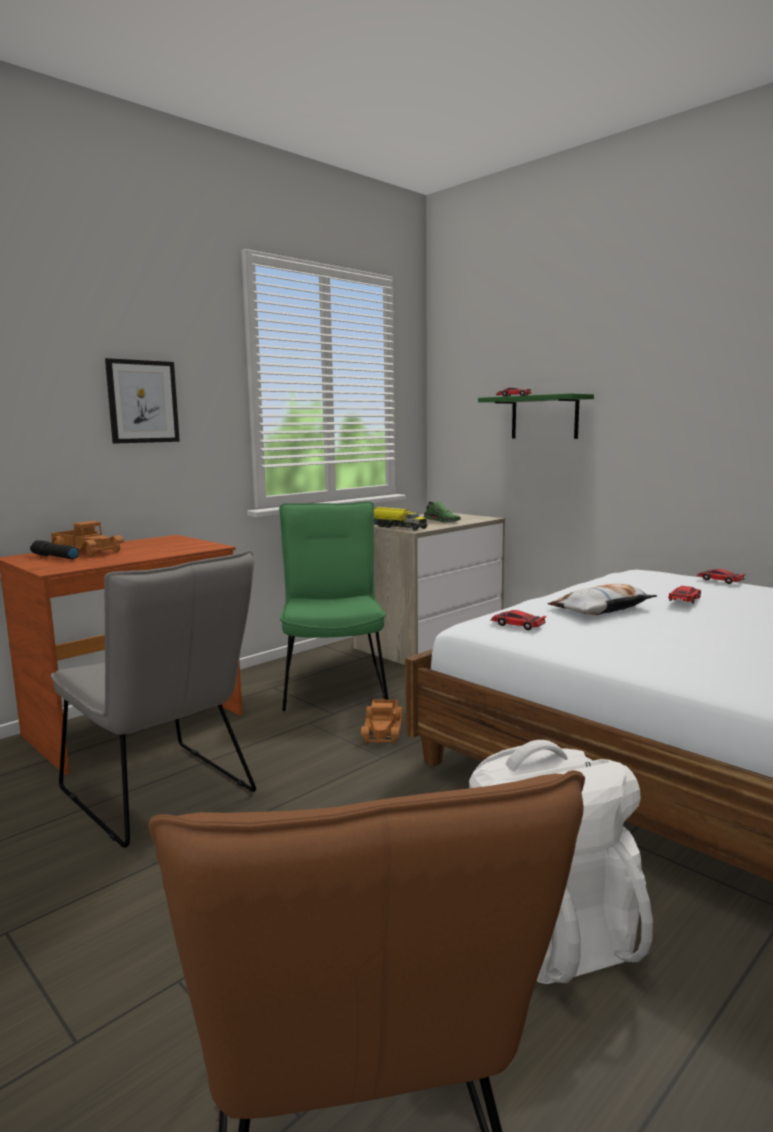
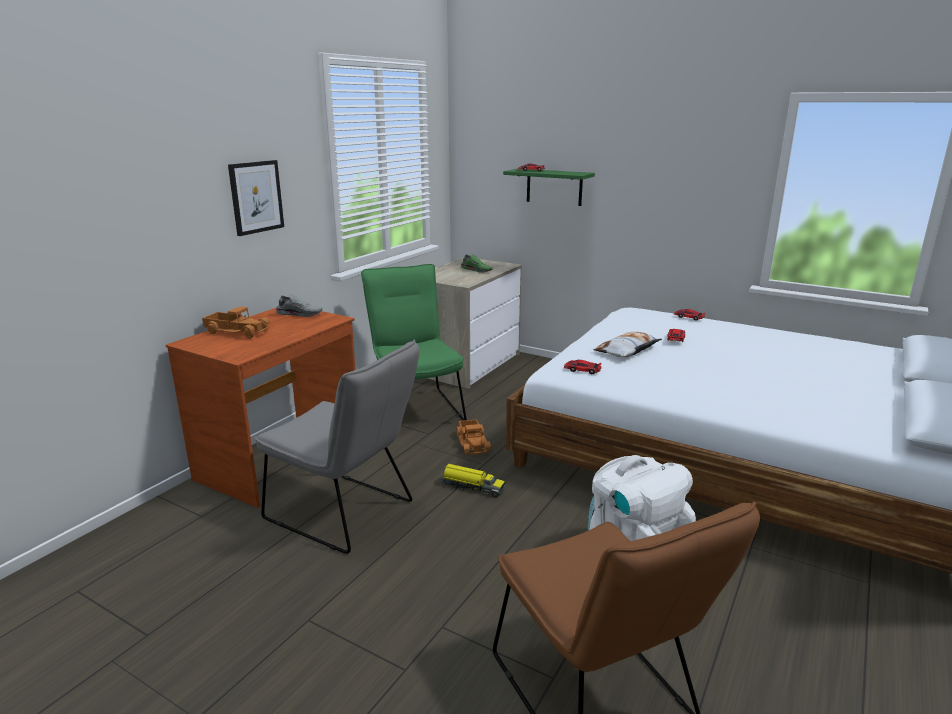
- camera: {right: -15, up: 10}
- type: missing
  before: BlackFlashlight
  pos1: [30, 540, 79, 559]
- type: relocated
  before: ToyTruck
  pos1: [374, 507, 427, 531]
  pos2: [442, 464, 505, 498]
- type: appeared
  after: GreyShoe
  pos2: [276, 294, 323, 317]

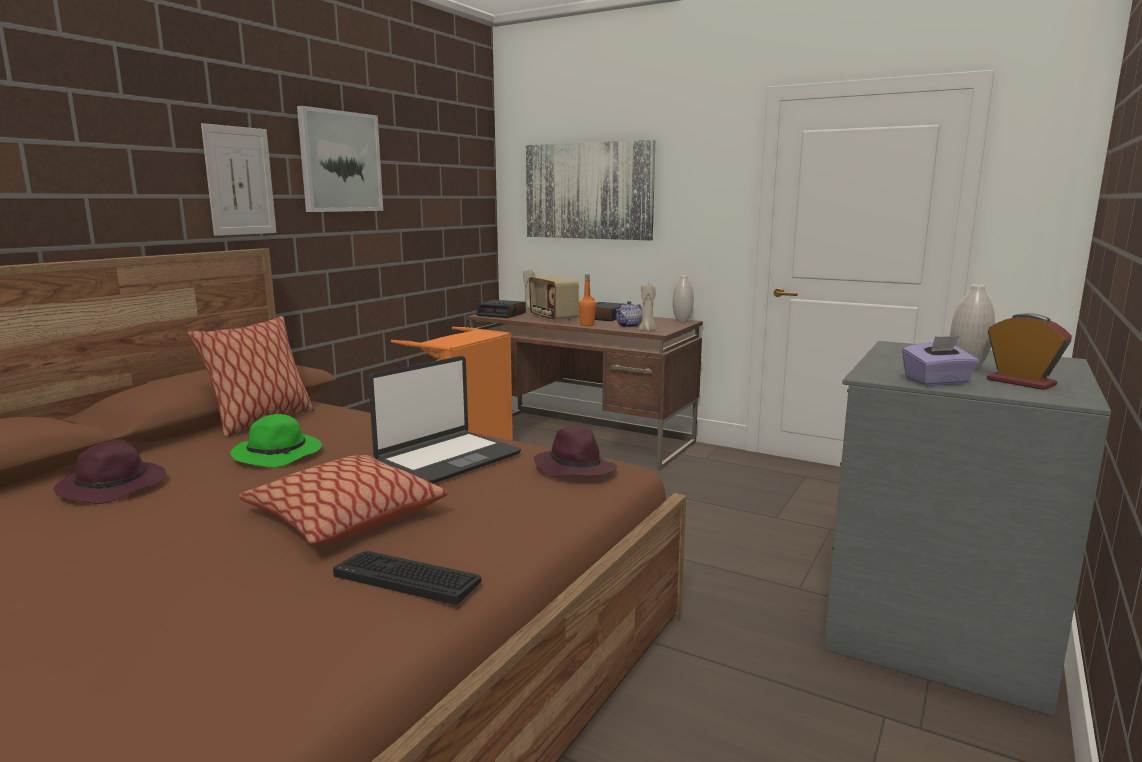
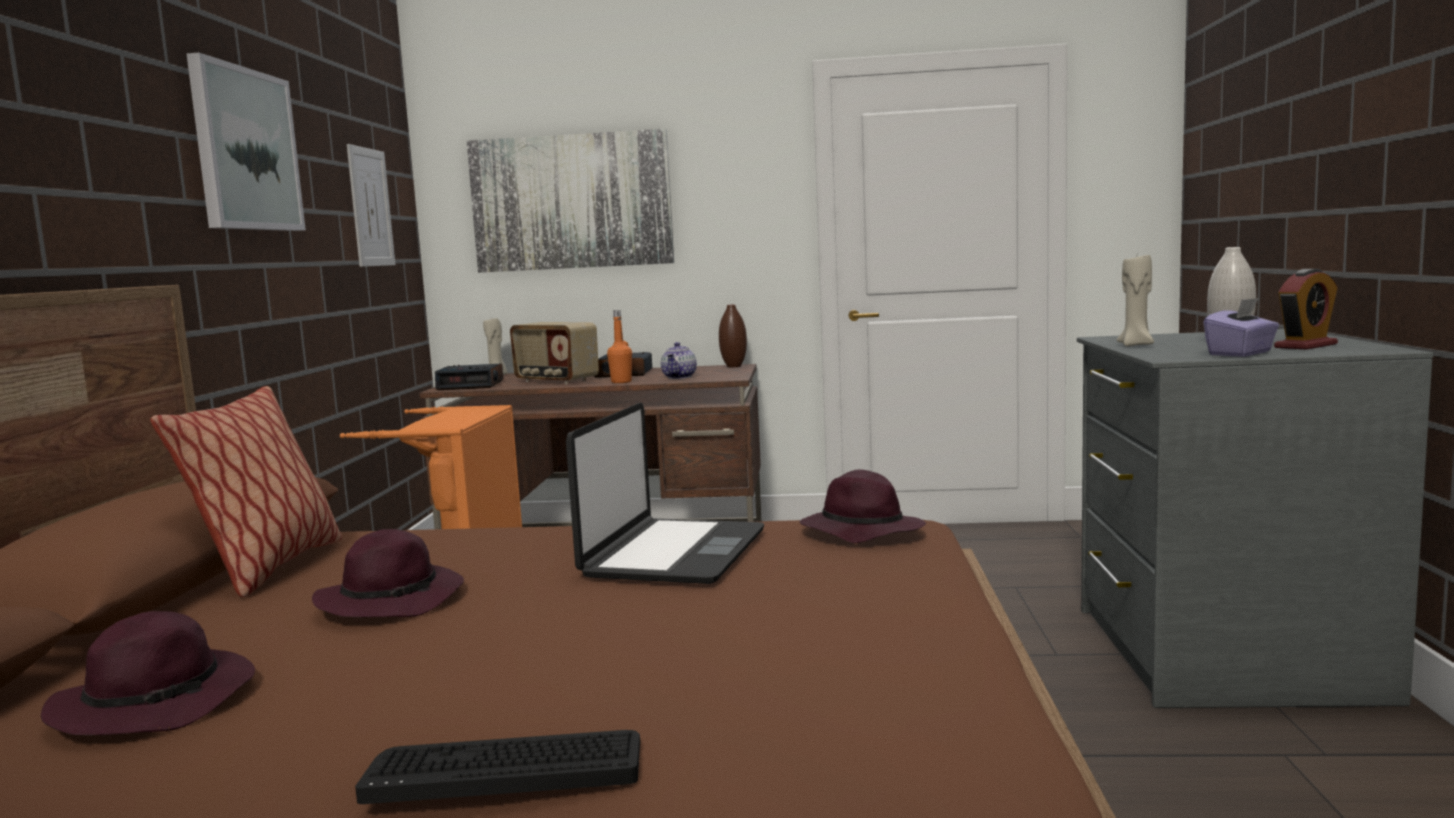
- camera: {right: -25, up: -5}
- type: relocated
  before: Picture
  pos1: [201, 123, 276, 236]
  pos2: [347, 144, 396, 267]
- type: colour
  before: GreenHat
  after: PurpleHat
  pos1: [230, 414, 322, 468]
  pos2: [312, 529, 464, 617]
- type: missing
  before: Pillow
  pos1: [239, 455, 448, 545]
- type: relocated
  before: Keyboard
  pos1: [333, 551, 481, 605]
  pos2: [355, 730, 640, 804]
- type: relocated
  before: BeigeCandle
  pos1: [639, 283, 656, 332]
  pos2: [1117, 255, 1154, 347]
- type: colour
  before: WhiteVase
  after: BrownVase
  pos1: [673, 275, 694, 322]
  pos2: [719, 304, 747, 367]
- type: spun
  before: AlarmClock
  pos1: [987, 313, 1072, 390]
  pos2: [1274, 269, 1338, 350]
  turn: 120

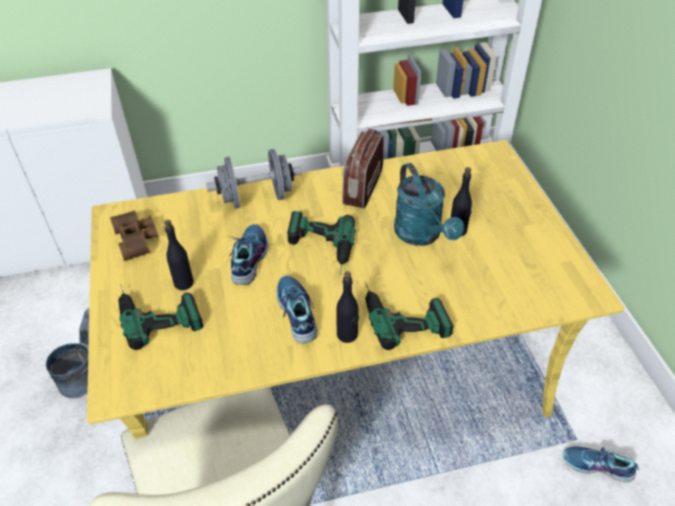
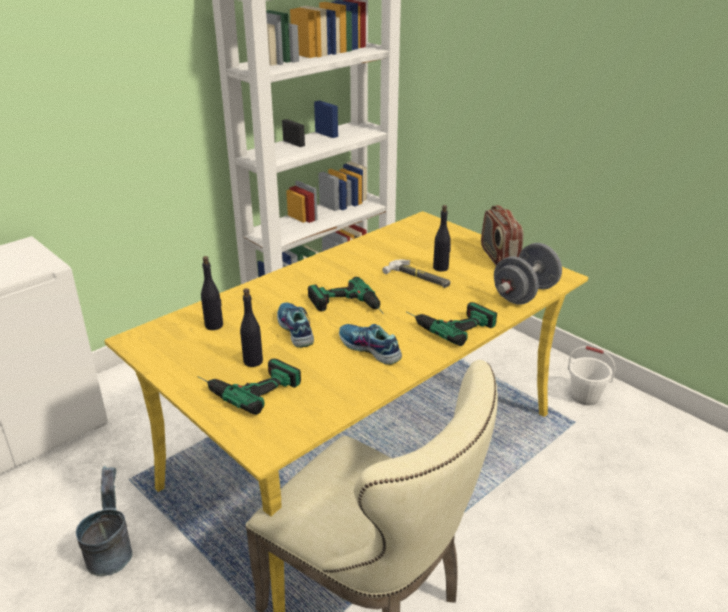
- camera: {right: -30, up: -15}
- type: missing
  before: BrownBinoculars
  pos1: [110, 210, 158, 261]
- type: relocated
  before: GreyDumbbell
  pos1: [206, 149, 302, 209]
  pos2: [494, 243, 562, 305]
- type: relocated
  before: BlackBottle
  pos1: [336, 271, 359, 343]
  pos2: [201, 256, 223, 330]
- type: relocated
  before: Radio
  pos1: [342, 129, 384, 208]
  pos2: [481, 205, 523, 265]
- type: exchanged
  before: TurquoiseWateringCan
  after: Hammer
  pos1: [394, 163, 464, 246]
  pos2: [382, 259, 450, 288]
- type: missing
  before: Shoe
  pos1: [563, 446, 639, 482]
- type: appeared
  after: WhiteBucket
  pos2: [568, 346, 615, 405]

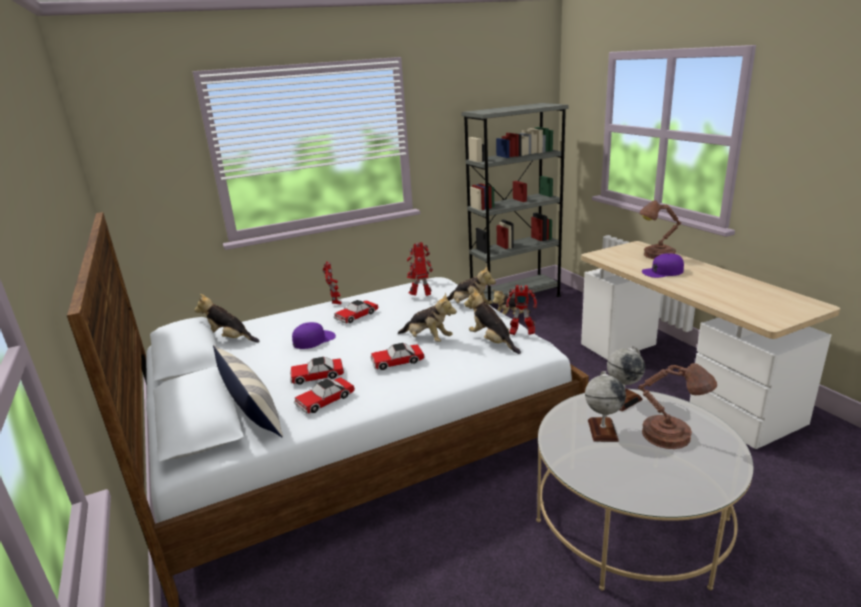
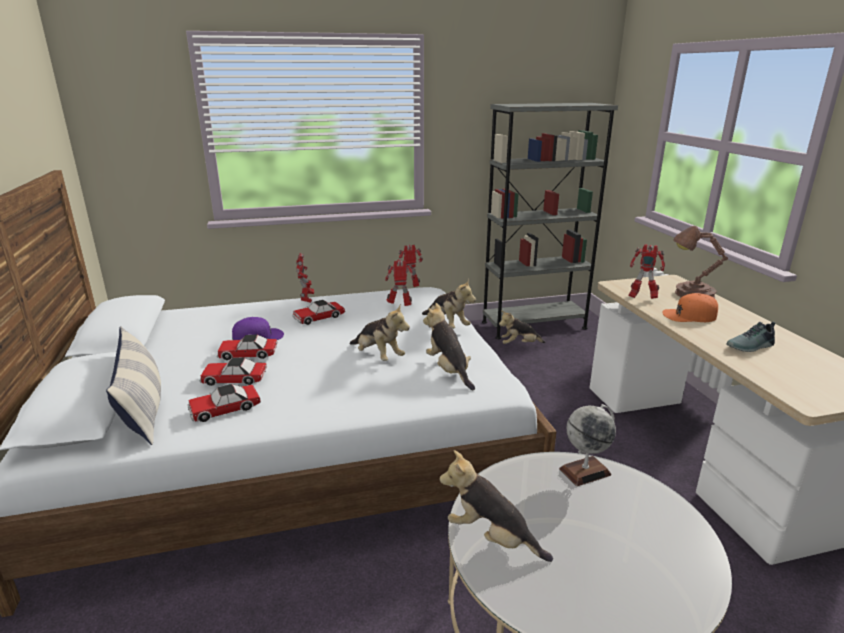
- camera: {right: 10, up: 0}
- type: relocated
  before: PlushToy
  pos1: [194, 294, 260, 342]
  pos2: [439, 450, 553, 562]
- type: relocated
  before: ToyCar
  pos1: [370, 343, 424, 370]
  pos2: [217, 335, 278, 360]
- type: relocated
  before: ToyRobot
  pos1: [506, 285, 537, 335]
  pos2: [628, 244, 665, 299]
- type: missing
  before: Globe
  pos1: [585, 371, 626, 442]
- type: missing
  before: BrownTableLamp
  pos1: [638, 363, 717, 449]
- type: colour
  before: PurpleCap
  after: OrangeCap
  pos1: [642, 253, 684, 278]
  pos2: [662, 293, 718, 322]
- type: appeared
  after: Shoe
  pos2: [726, 322, 775, 352]

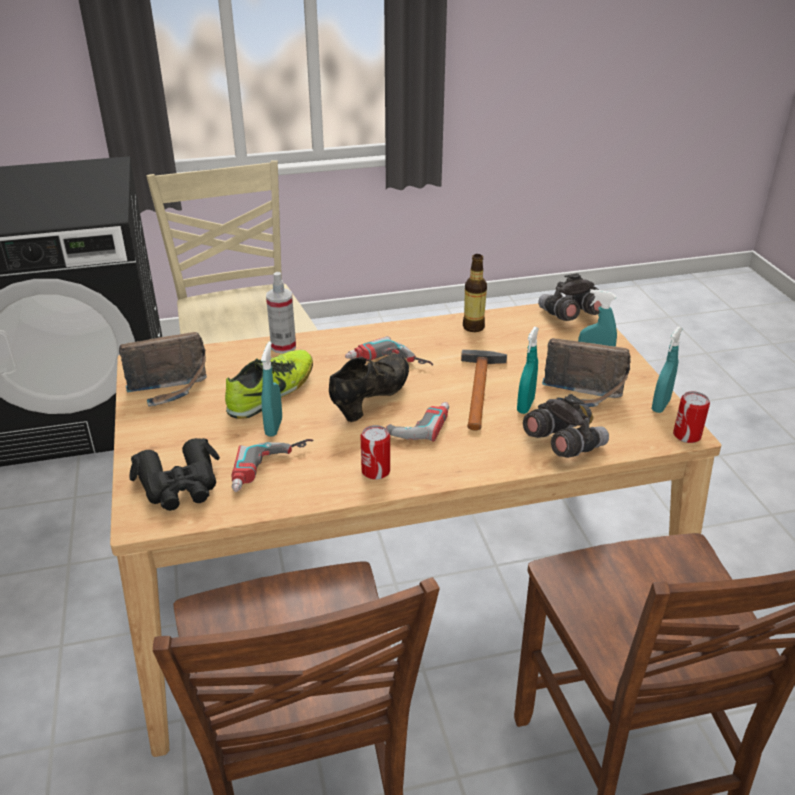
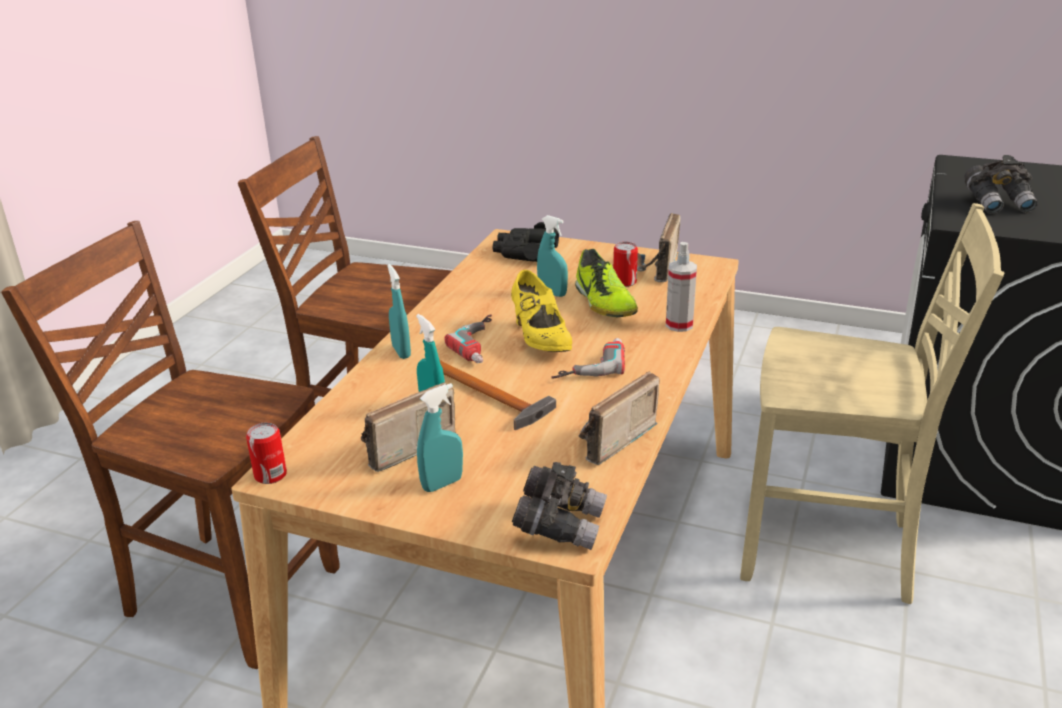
- camera: {right: 125, up: -5}
- type: missing
  before: PowerDrill
  pos1: [231, 439, 313, 492]
- type: colour
  before: BlackShoe
  after: YellowShoe
  pos1: [329, 354, 409, 422]
  pos2: [511, 270, 572, 352]
- type: relocated
  before: Can
  pos1: [361, 425, 390, 480]
  pos2: [613, 242, 638, 287]
- type: exchanged
  before: Bottle
  after: Radio
  pos1: [463, 254, 487, 332]
  pos2: [579, 372, 660, 465]
- type: relocated
  before: GreyBinoculars
  pos1: [523, 394, 609, 458]
  pos2: [964, 155, 1038, 214]
- type: relocated
  before: TurquoiseSprayBottle
  pos1: [652, 327, 682, 413]
  pos2: [387, 264, 411, 359]

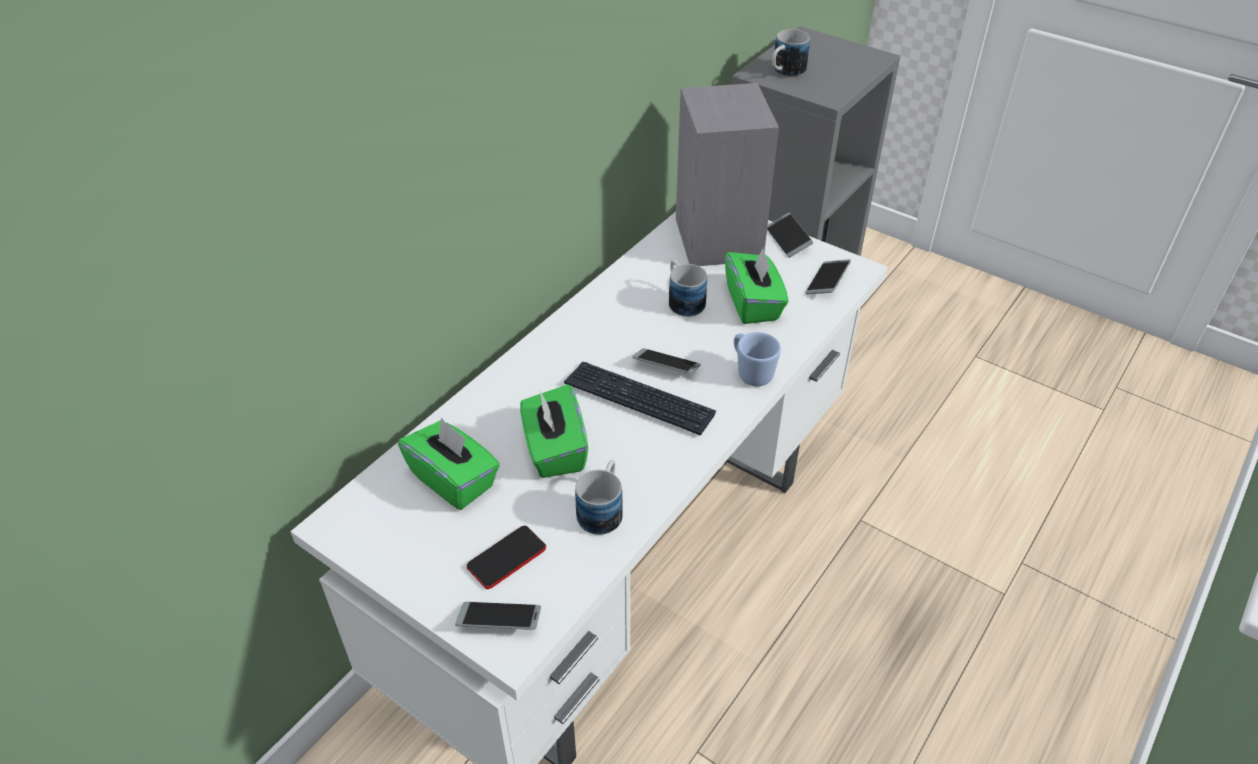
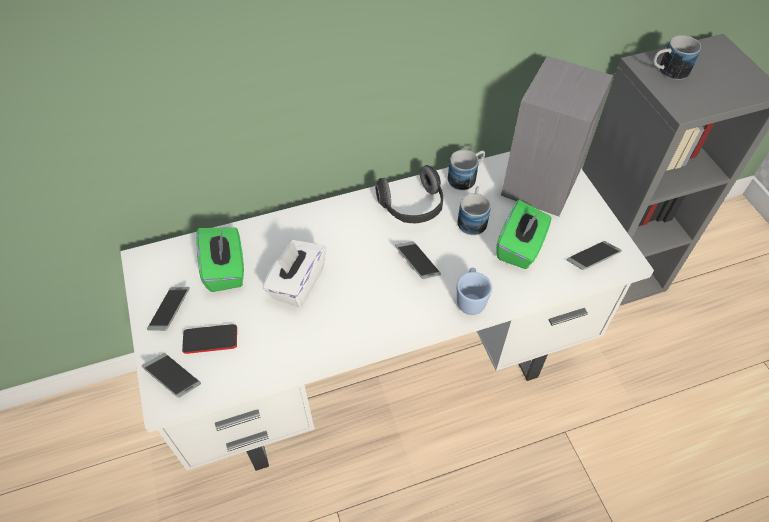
- camera: {right: 35, up: 10}
- type: colour
  before: GreenTissueBox
  after: WhiteTissueBox
  pos1: [520, 384, 588, 478]
  pos2: [262, 240, 326, 308]
- type: missing
  before: Keyboard
  pos1: [564, 361, 716, 435]
- type: relocated
  before: Mug
  pos1: [575, 460, 623, 535]
  pos2: [448, 150, 485, 190]
- type: relocated
  before: Phone
  pos1: [767, 213, 813, 258]
  pos2: [147, 287, 190, 331]
- type: appeared
  after: Headphones
  pos2: [375, 165, 443, 223]

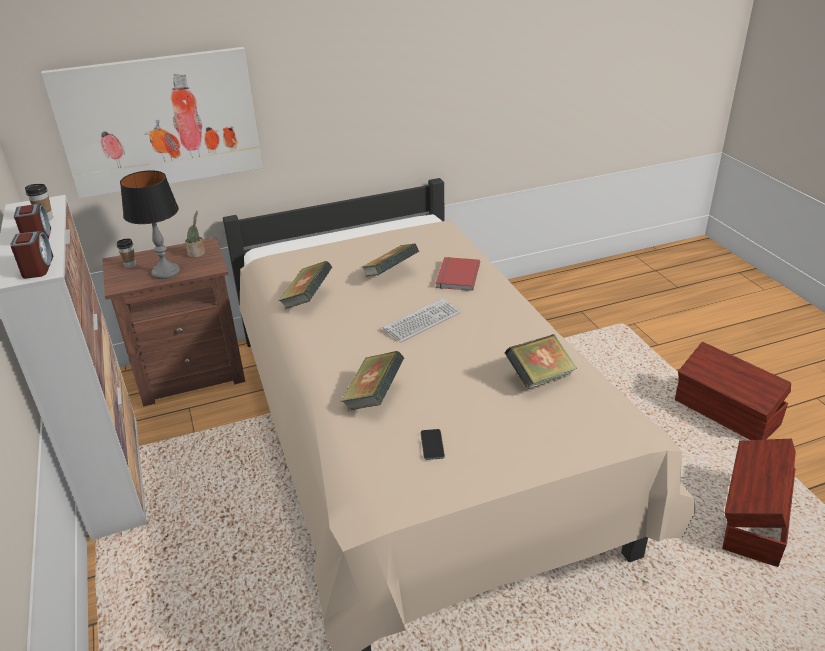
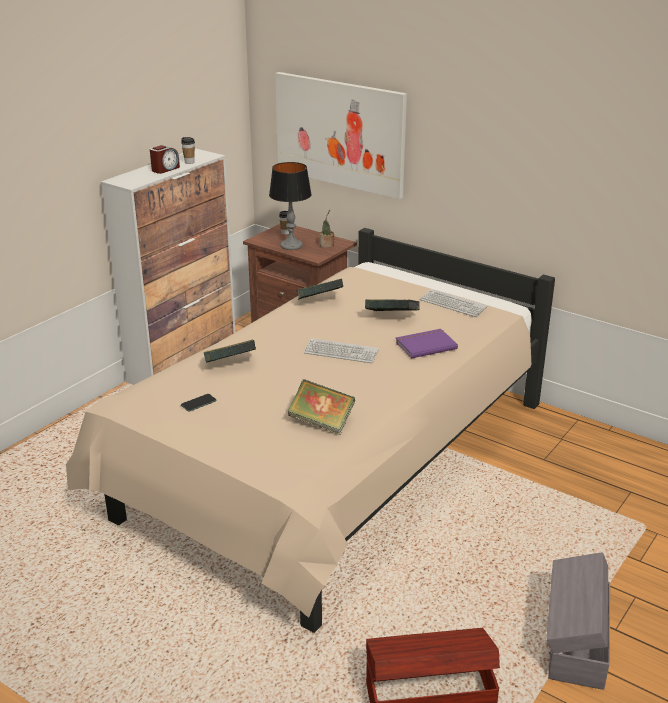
- camera: {right: 55, up: -5}
- type: missing
  before: AlarmClock
  pos1: [10, 231, 54, 279]
- type: colour
  before: RedBook
  after: PurpleBook
  pos1: [435, 257, 480, 291]
  pos2: [395, 329, 458, 359]
- type: colour
  before: BrownStorageBox
  after: GreyStorageBox
  pos1: [675, 342, 791, 440]
  pos2: [546, 552, 610, 690]
- type: appeared
  after: Keyboard
  pos2: [420, 289, 487, 317]

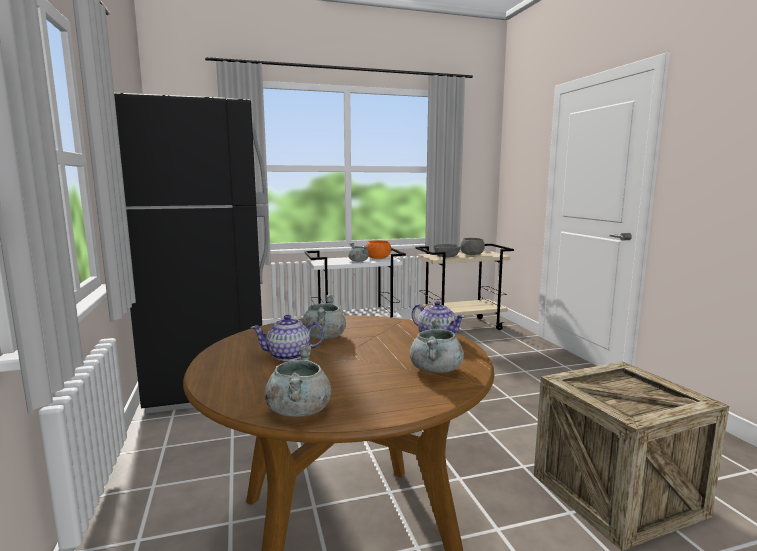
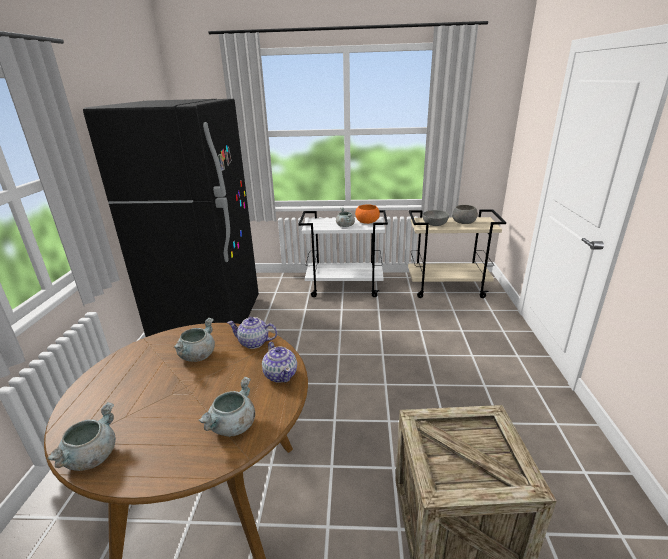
- camera: {right: 20, up: 15}
- type: relocated
  before: Teapot
  pos1: [250, 315, 324, 361]
  pos2: [227, 317, 277, 349]

